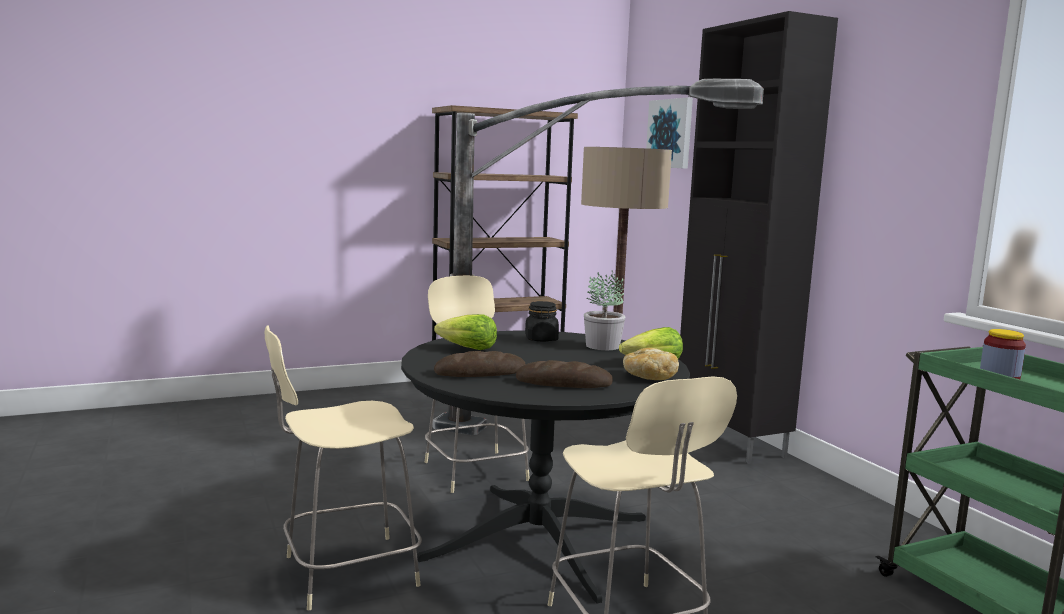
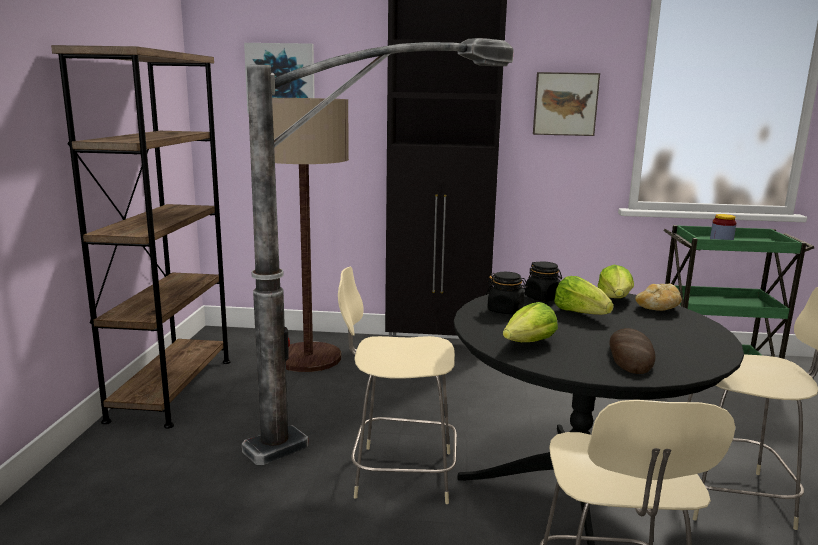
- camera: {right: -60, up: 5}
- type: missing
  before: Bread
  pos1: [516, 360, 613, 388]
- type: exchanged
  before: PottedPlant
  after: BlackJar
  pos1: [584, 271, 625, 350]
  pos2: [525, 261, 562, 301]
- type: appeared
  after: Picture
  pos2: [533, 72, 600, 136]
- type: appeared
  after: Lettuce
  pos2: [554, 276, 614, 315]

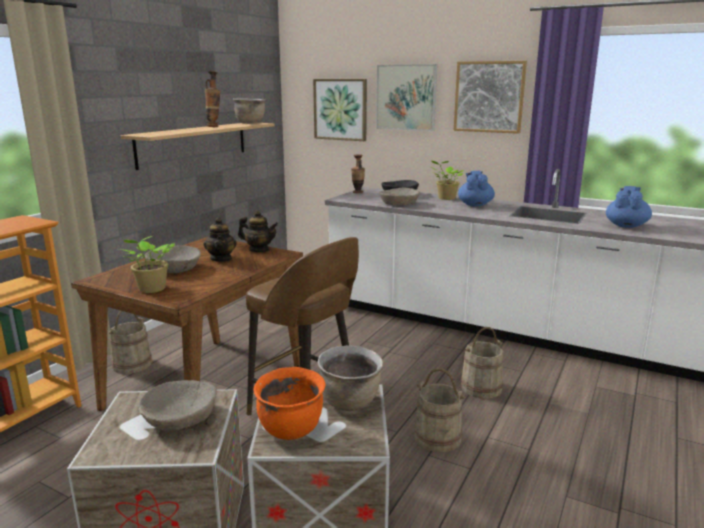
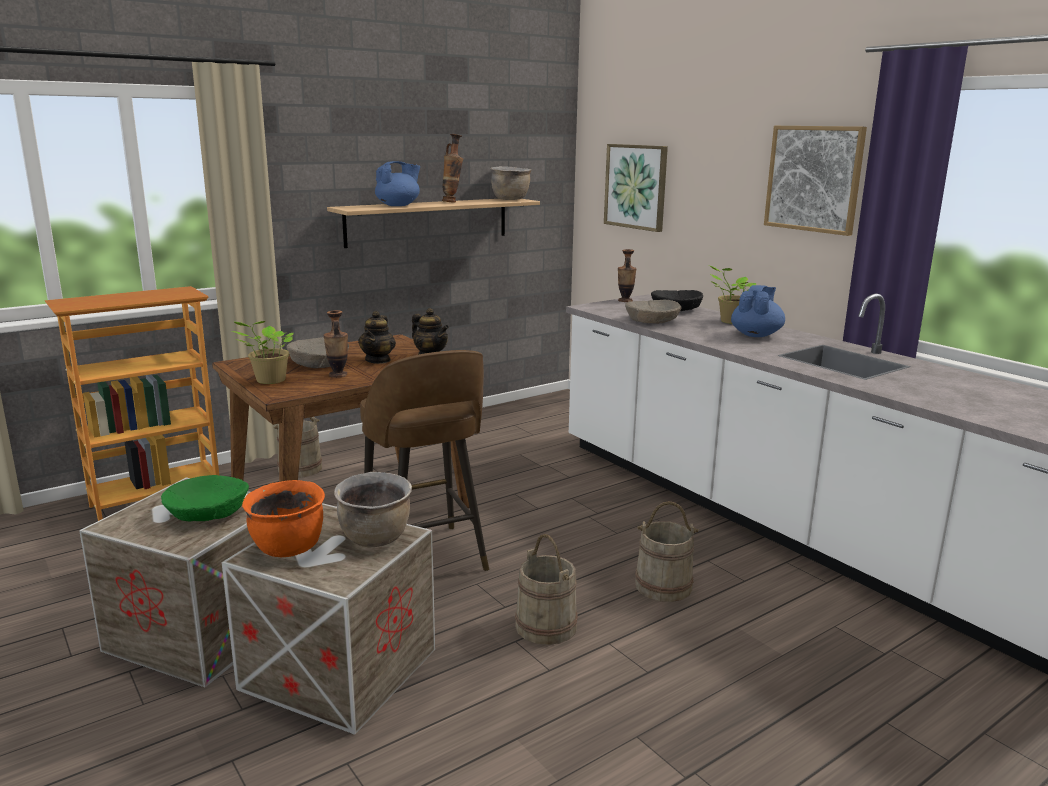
- camera: {right: 25, up: 0}
- type: colour
  before: BeigeBowl
  after: GreenBowl
  pos1: [138, 380, 217, 431]
  pos2: [161, 475, 249, 521]
- type: missing
  before: Picture
  pos1: [376, 64, 437, 131]
- type: relocated
  before: BlueTeapot
  pos1: [606, 186, 652, 228]
  pos2: [375, 161, 420, 206]
- type: appeared
  after: Vase
  pos2: [324, 310, 348, 378]

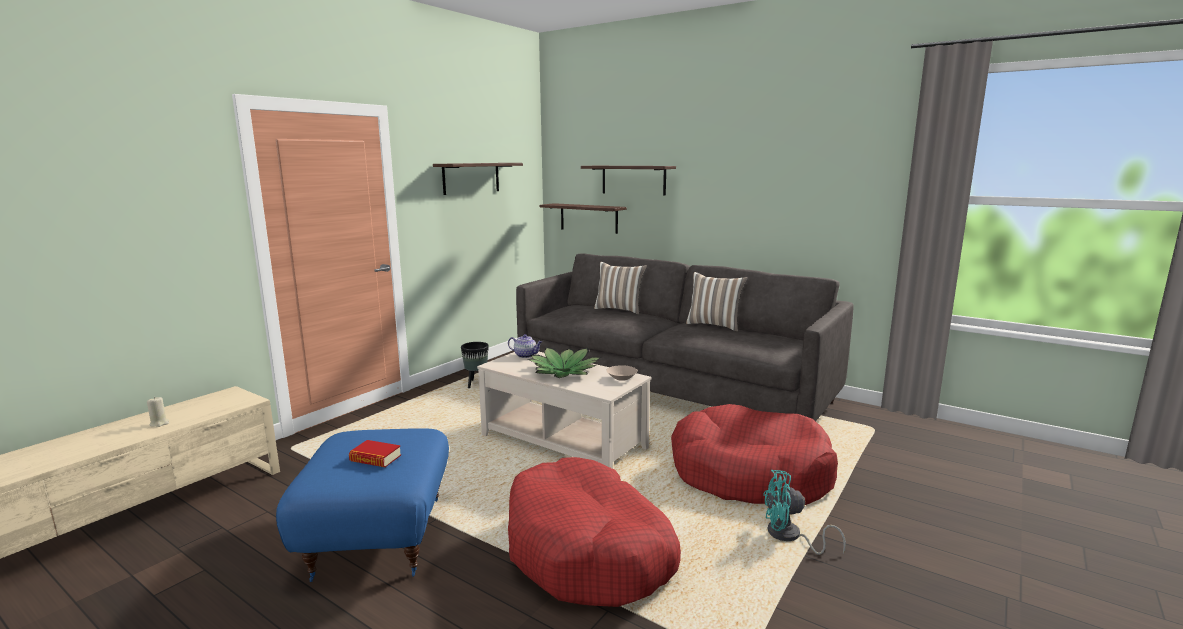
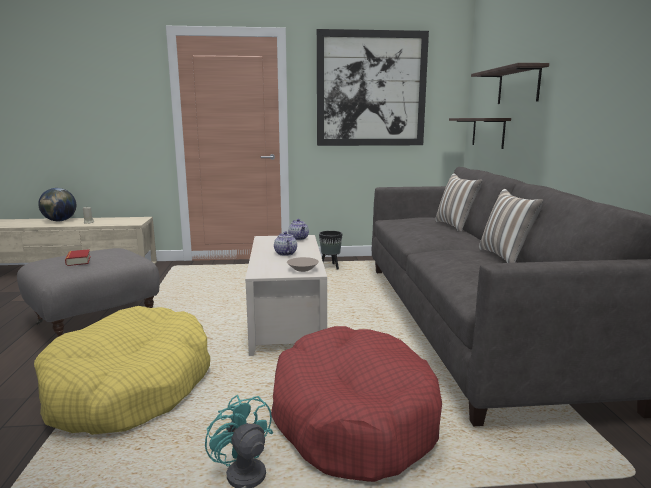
- camera: {right: 50, up: 0}
- type: colour
  before: BlueOttoman
  after: GreyOttoman
  pos1: [276, 428, 449, 582]
  pos2: [17, 248, 160, 337]
- type: exchanged
  before: Shelf
  after: Picture
  pos1: [433, 163, 523, 195]
  pos2: [317, 29, 429, 146]
- type: colour
  before: RedDogBed
  after: YellowDogBed
  pos1: [508, 457, 681, 607]
  pos2: [34, 306, 210, 435]
- type: exchanged
  before: PottedPlant
  after: Teapot
  pos1: [527, 347, 601, 378]
  pos2: [274, 231, 297, 256]
- type: appeared
  after: Globe
  pos2: [38, 188, 76, 221]

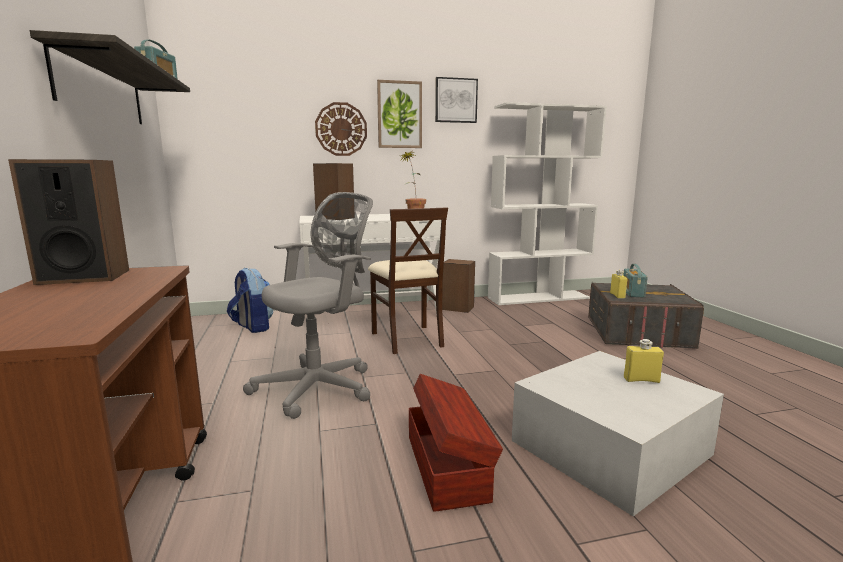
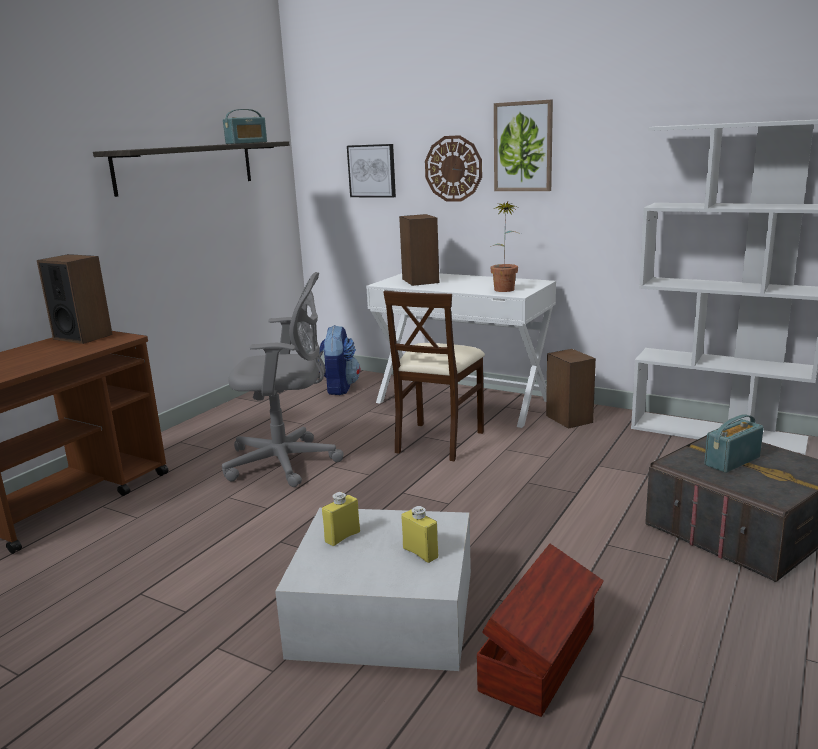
- camera: {right: 45, up: 5}
- type: relocated
  before: BrownStorageBox
  pos1: [409, 374, 503, 512]
  pos2: [477, 544, 604, 717]
- type: relocated
  before: Picture
  pos1: [435, 77, 478, 123]
  pos2: [347, 144, 396, 198]
- type: relocated
  before: YellowBottle
  pos1: [610, 270, 627, 298]
  pos2: [322, 492, 360, 546]

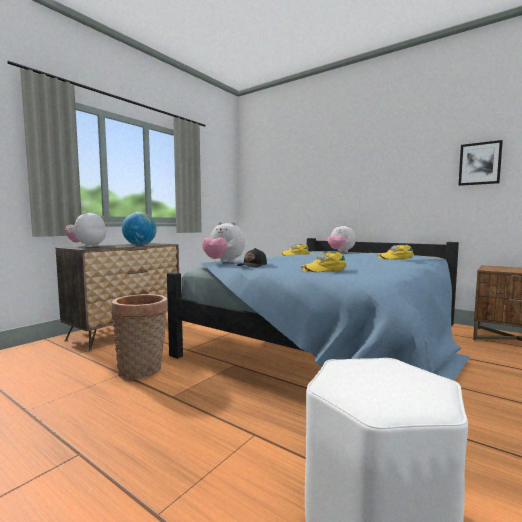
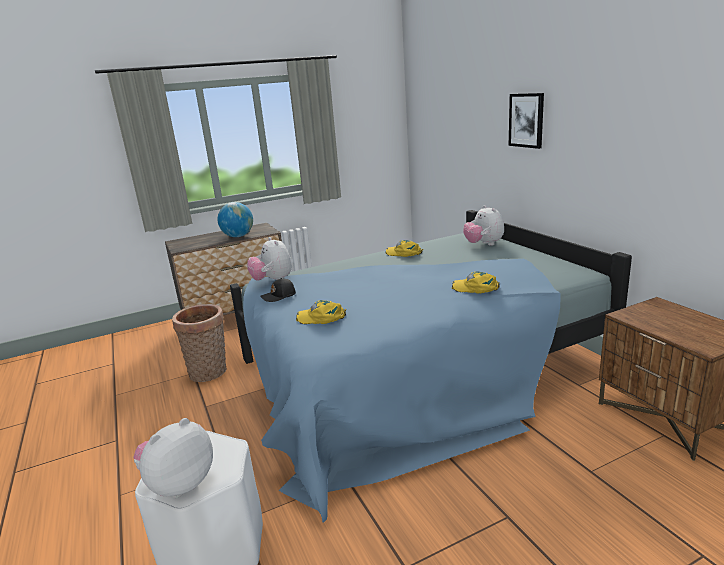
- camera: {right: 30, up: 15}
- type: relocated
  before: PlushToy
  pos1: [64, 211, 106, 247]
  pos2: [133, 418, 213, 498]
- type: relocated
  before: Picture
  pos1: [458, 140, 503, 186]
  pos2: [509, 93, 544, 149]

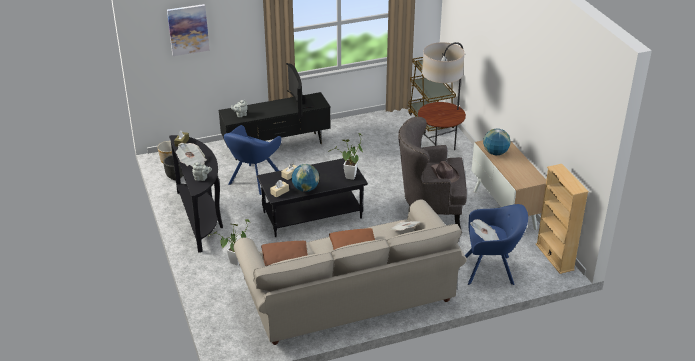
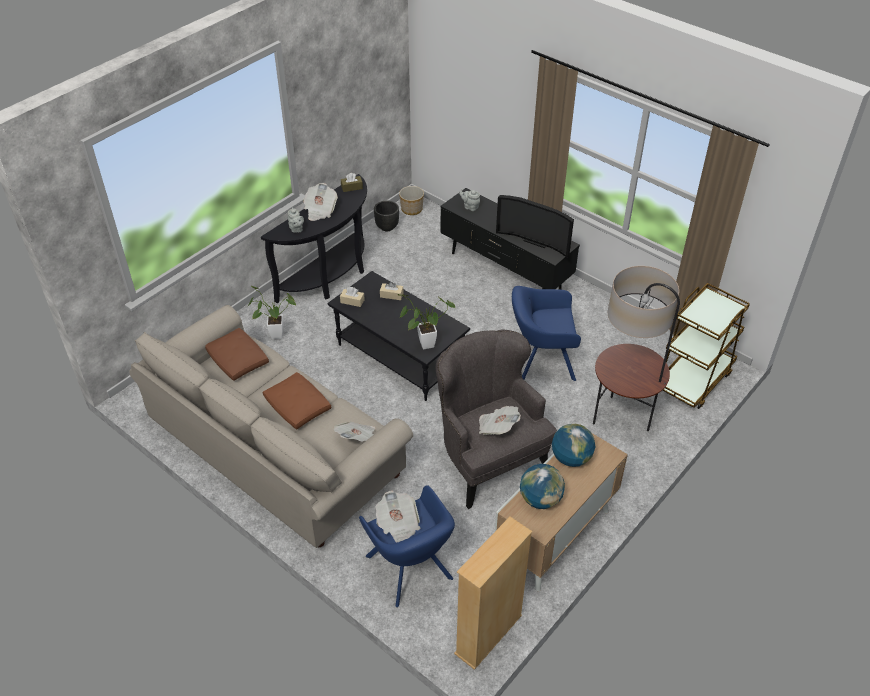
- camera: {right: 60, up: 10}
- type: missing
  before: Picture
  pos1: [167, 4, 210, 56]
- type: relocated
  before: BlueArmchair
  pos1: [224, 125, 281, 195]
  pos2: [512, 286, 581, 381]
- type: spun
  before: Television
  pos1: [286, 63, 315, 118]
  pos2: [496, 195, 574, 258]
  turn: -105
- type: relocated
  before: Globe
  pos1: [292, 164, 319, 192]
  pos2: [520, 464, 565, 509]
- type: exchanged
  before: BrownHat
  after: Newspaper
  pos1: [431, 161, 460, 183]
  pos2: [479, 406, 521, 435]

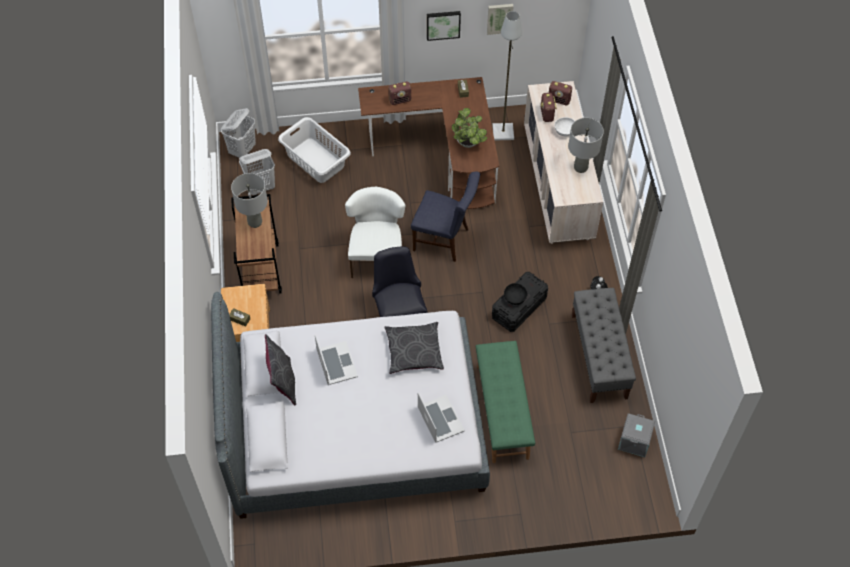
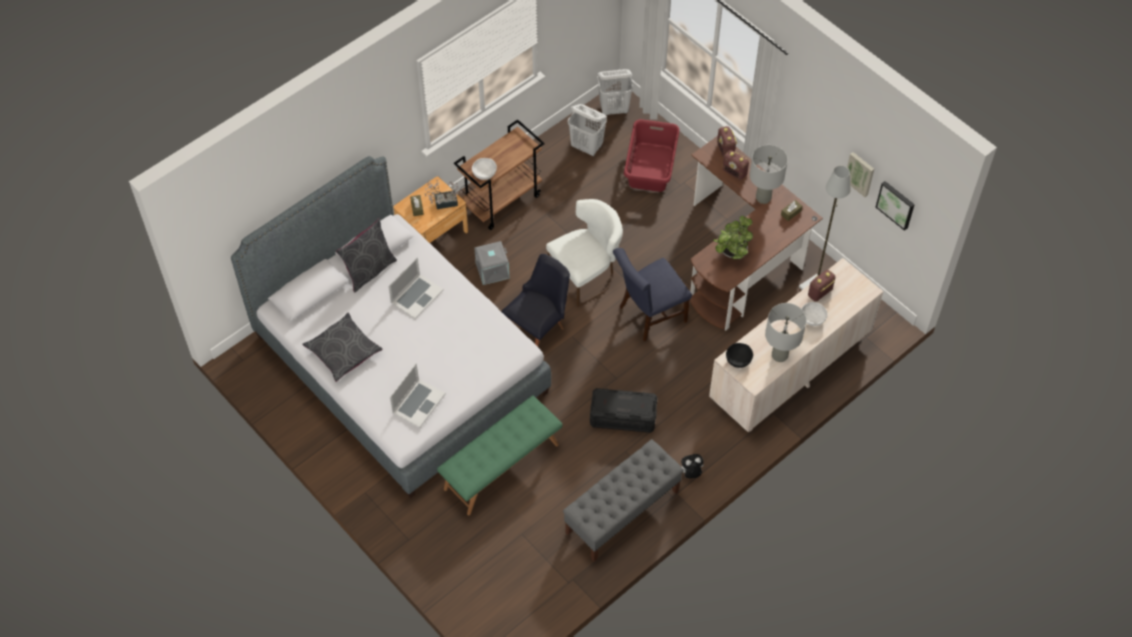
- camera: {right: 55, up: 0}
- type: relocated
  before: GreyTableLamp
  pos1: [231, 173, 268, 228]
  pos2: [750, 145, 788, 204]
- type: colour
  before: WhiteLaundryBasket
  after: RedLaundryBasket
  pos1: [278, 117, 351, 183]
  pos2: [624, 119, 679, 192]
- type: relocated
  before: GreyPillow
  pos1: [384, 322, 444, 374]
  pos2: [302, 313, 382, 382]
- type: spun
  before: BlueChair
  pos1: [411, 172, 480, 262]
  pos2: [613, 248, 692, 342]
  turn: 75
- type: relocated
  before: Picture
  pos1: [427, 11, 461, 41]
  pos2: [876, 181, 915, 231]
- type: relocated
  before: BlackBowl
  pos1: [504, 283, 527, 305]
  pos2: [726, 343, 753, 368]
- type: relocated
  before: Radio
  pos1: [549, 81, 572, 105]
  pos2: [717, 126, 737, 158]
- type: relocated
  before: GreyStorageBox
  pos1: [618, 413, 655, 457]
  pos2: [474, 241, 510, 285]
- type: appeared
  after: PottedPlant
  pos2: [425, 179, 462, 209]
- type: appeared
  after: WhiteBowl
  pos2: [472, 158, 497, 180]

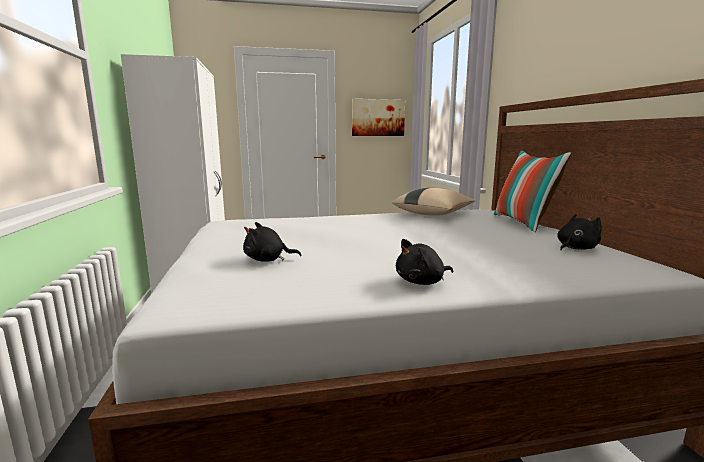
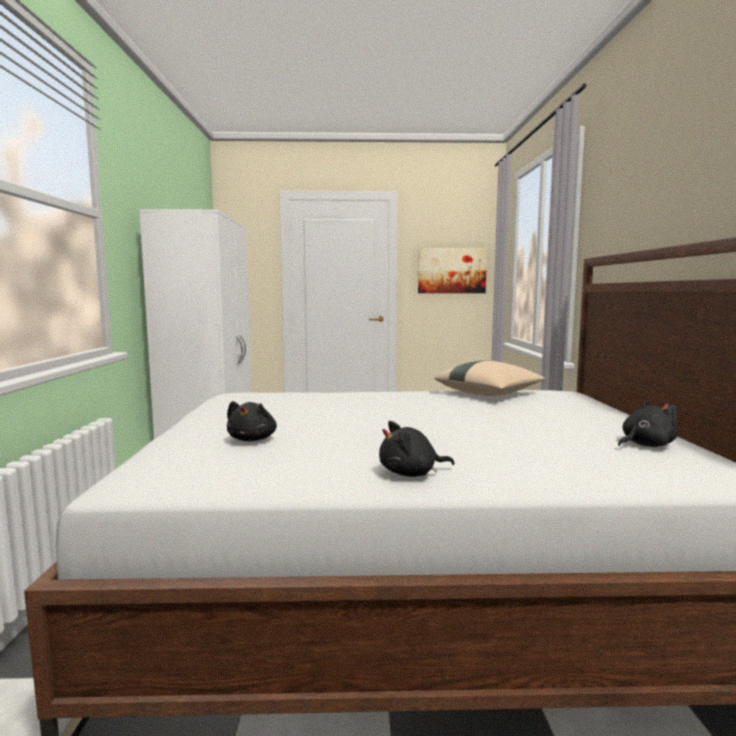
- camera: {right: 10, up: -5}
- type: spun
  before: BlackPlushToy
  pos1: [243, 222, 301, 262]
  pos2: [227, 401, 277, 441]
  turn: -90
- type: missing
  before: Pillow
  pos1: [494, 150, 571, 232]

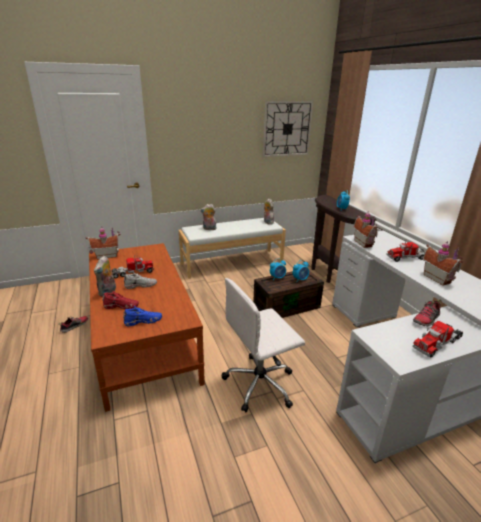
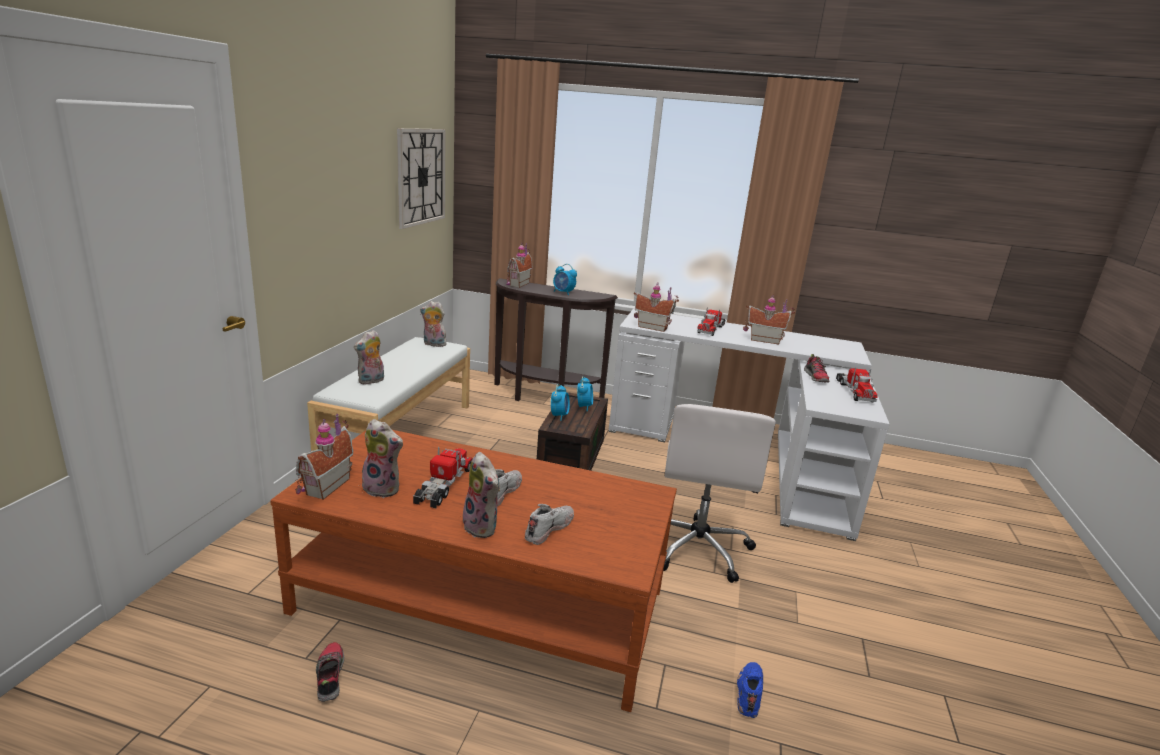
- camera: {right: -55, up: -5}
- type: colour
  before: RedShoe
  after: WhiteShoe
  pos1: [102, 291, 139, 309]
  pos2: [525, 504, 574, 545]
- type: relocated
  before: BlueShoe
  pos1: [123, 306, 162, 326]
  pos2: [737, 662, 764, 718]
- type: appeared
  after: PlushToy
  pos2: [362, 419, 403, 498]
- type: appeared
  after: ToyHouse
  pos2: [507, 243, 533, 288]

